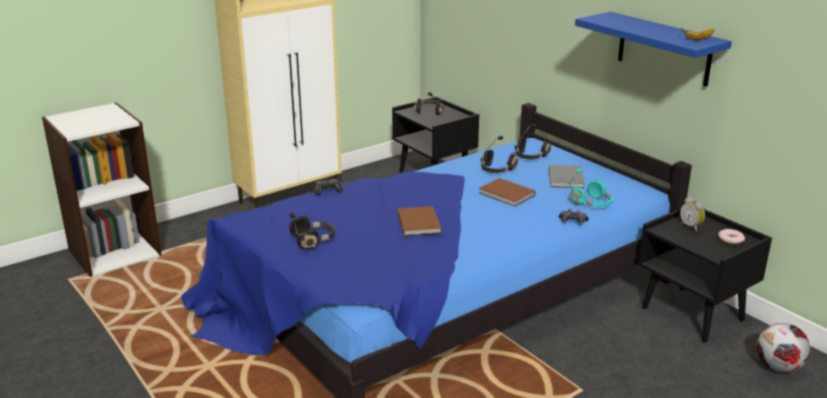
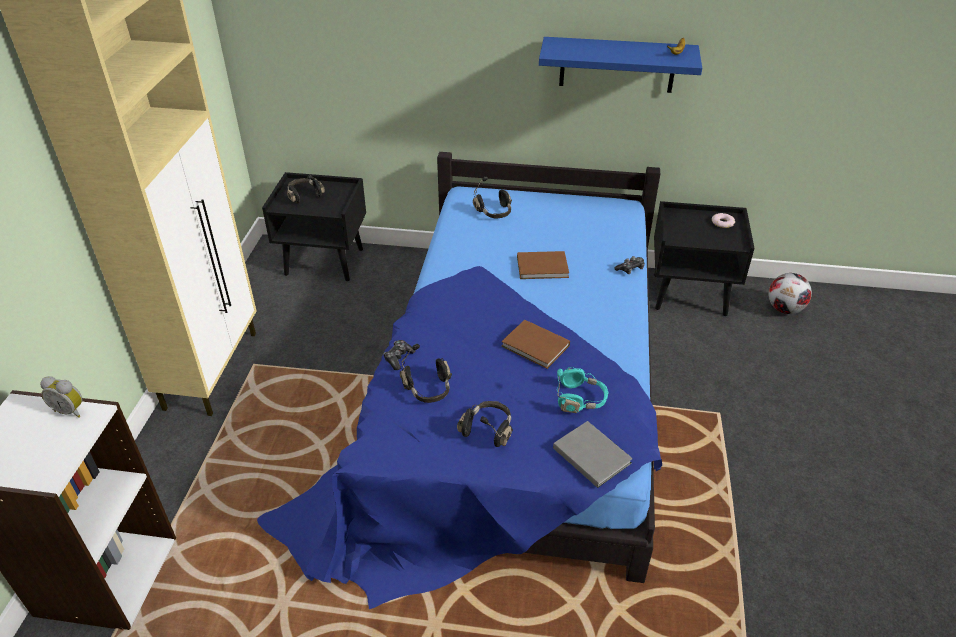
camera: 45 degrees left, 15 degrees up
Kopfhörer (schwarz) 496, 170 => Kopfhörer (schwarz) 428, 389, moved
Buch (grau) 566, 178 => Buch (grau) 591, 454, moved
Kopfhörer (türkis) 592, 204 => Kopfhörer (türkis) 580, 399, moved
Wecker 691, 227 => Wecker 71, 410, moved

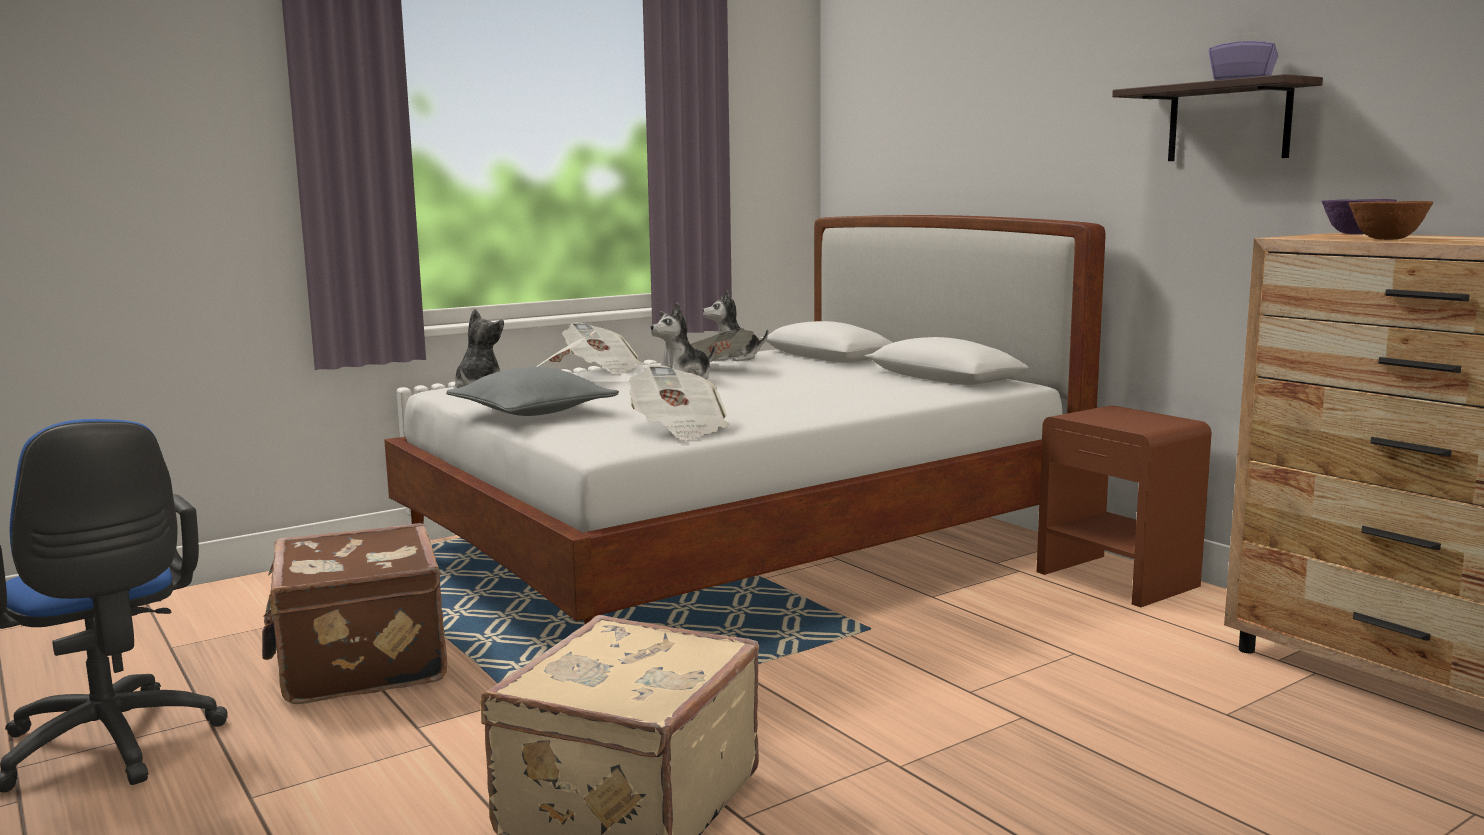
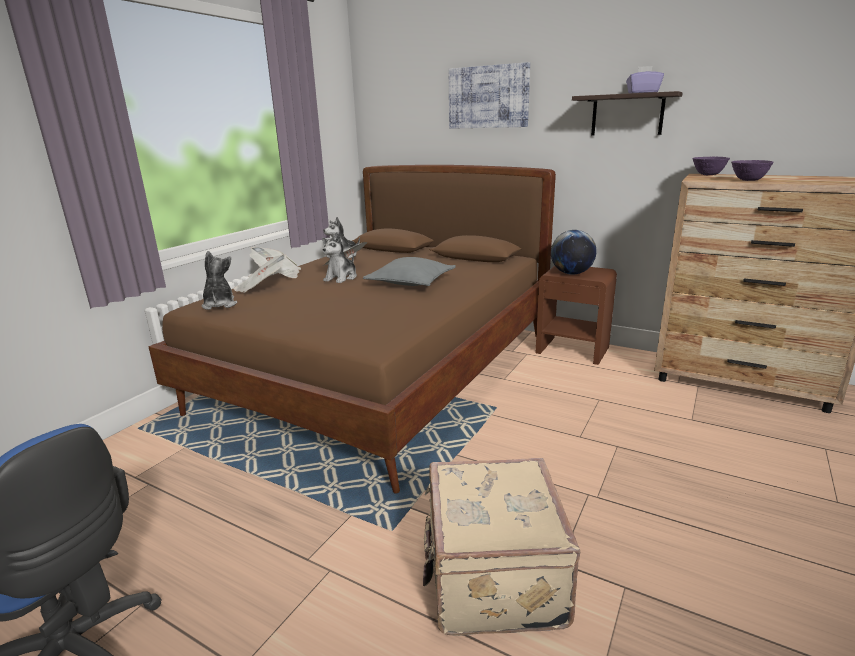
camera: 25 degrees left, 10 degrees up
Koffer (braun) 359, 664 => nothing
Zeitung 679, 430 => nothing
nothing => Bild 488, 97
nothing => Globus 571, 273
Kissen (grau) 533, 412 => Kissen (grau) 411, 282, moved
Bett (weiß) 741, 555 => Bett (braun) 384, 372
Schüssel (braun) 1385, 239 => Schüssel (lila) 748, 180

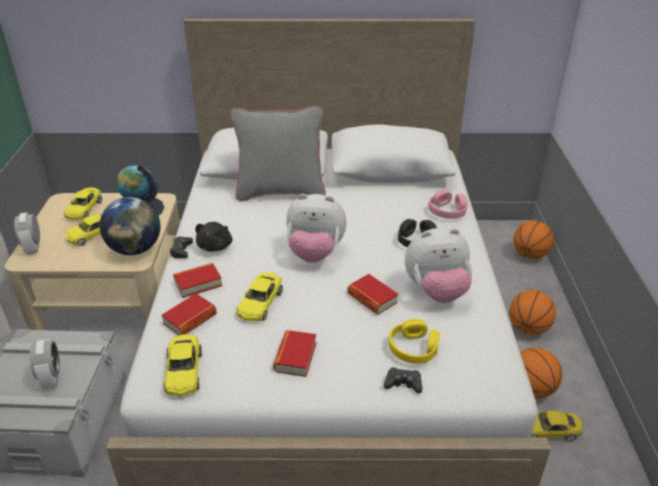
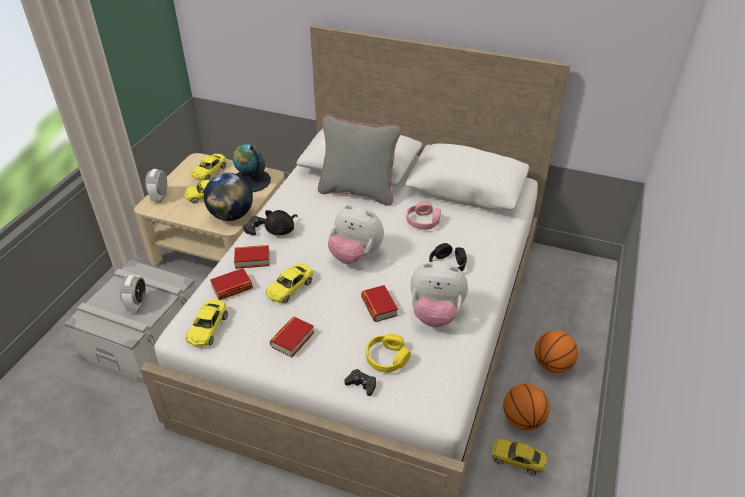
camera: 20 degrees right, 5 degrees up
Basketball 529, 255 => nothing
Kopfhörer (rosa) 447, 211 => Kopfhörer (rosa) 423, 221, moved

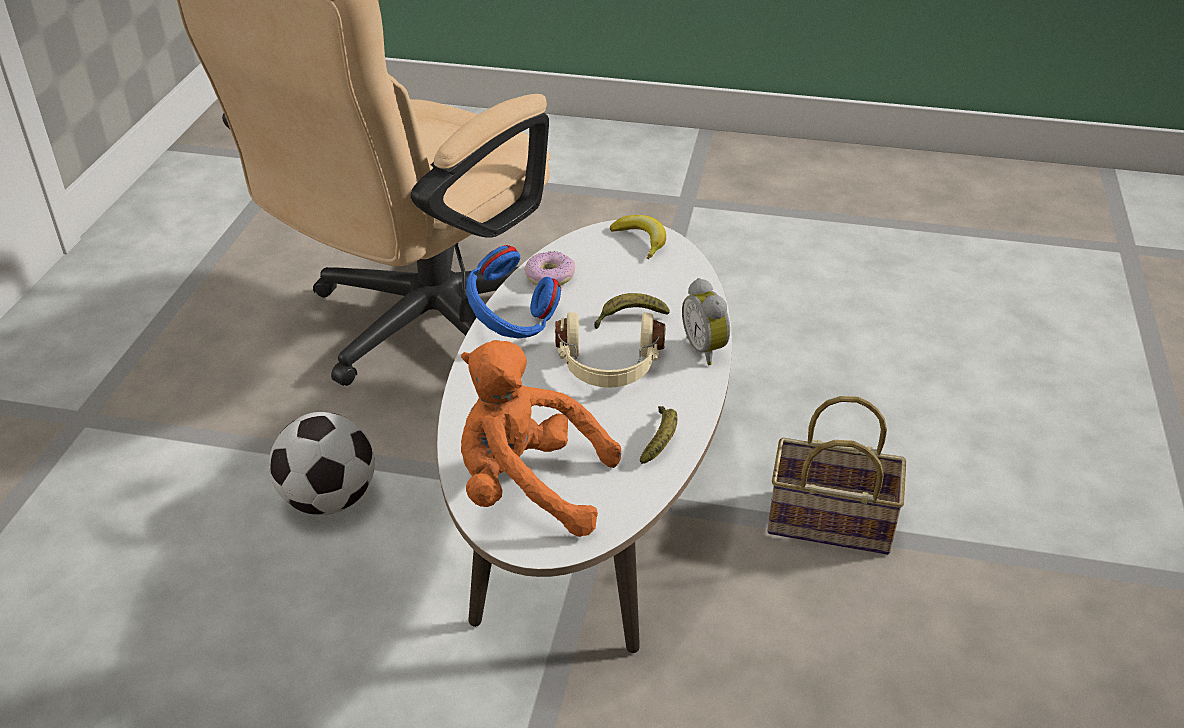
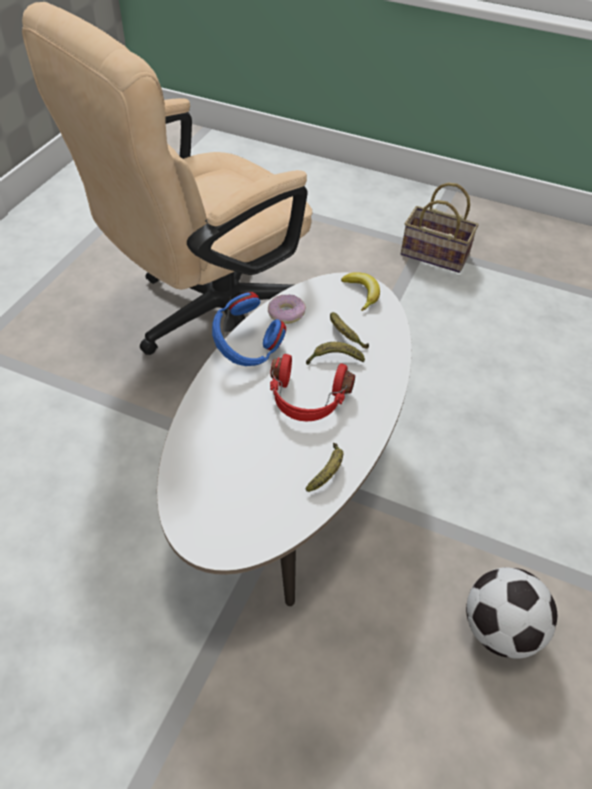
camera: 10 degrees right, 10 degrees up
Plüschtier (orange) 528, 487 => nothing
Wecker 706, 349 => nothing
nothing => Banane 345, 335
Fußball 330, 499 => Fußball 500, 629, moved
Korb 826, 523 => Korb 432, 255, moved
Kopfhörer (beige) 609, 367 => Kopfhörer (rot) 307, 400

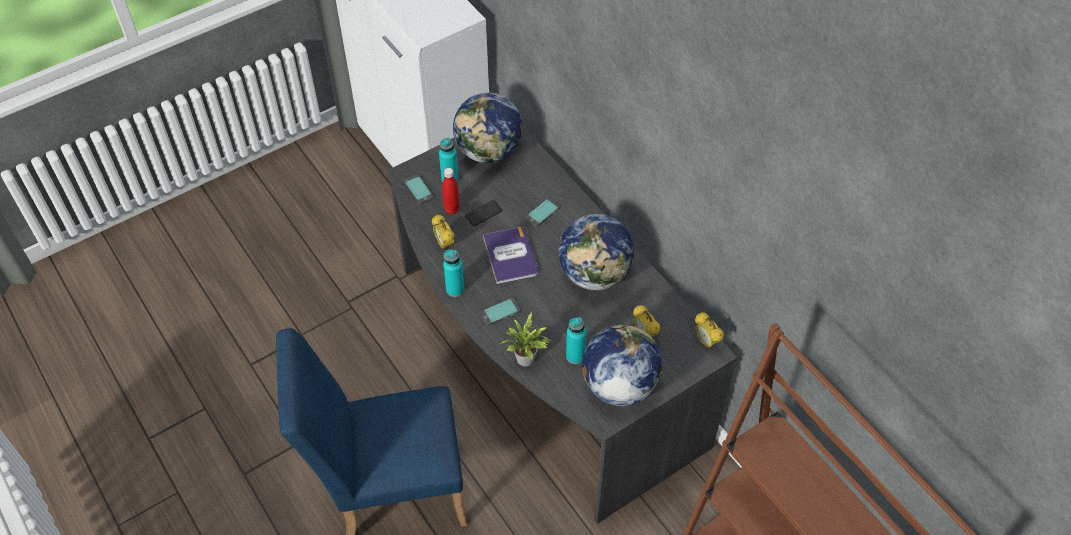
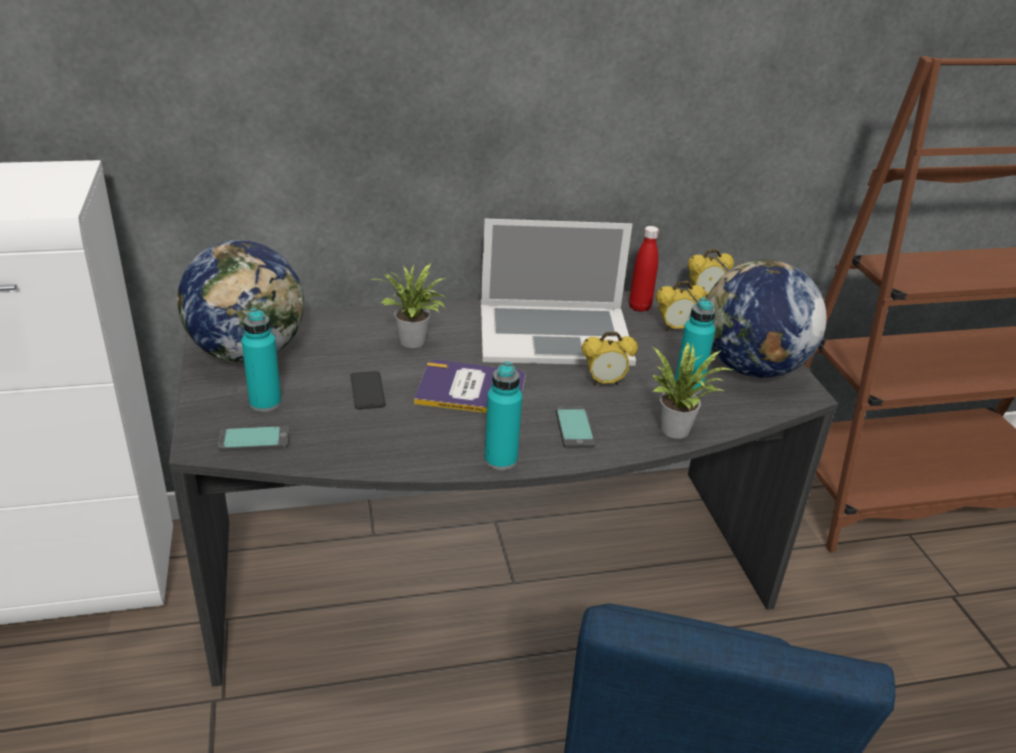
camera: 70 degrees left, 20 degrees down
Wecker 444, 244 => Wecker 605, 382, moved
Flasche (rot) 452, 209 => Flasche (rot) 639, 307, moved
Handy 542, 213 => Topfpflanze 413, 342
Globus 595, 274 => Laptop 554, 334

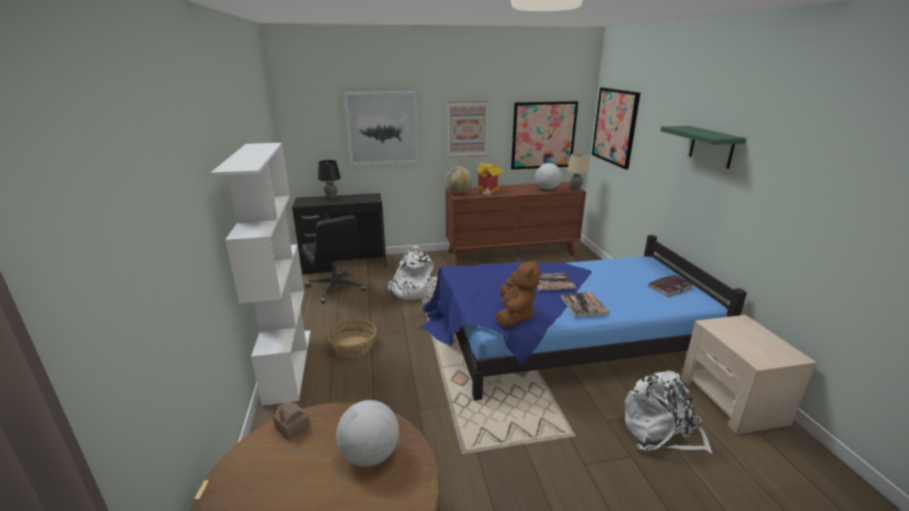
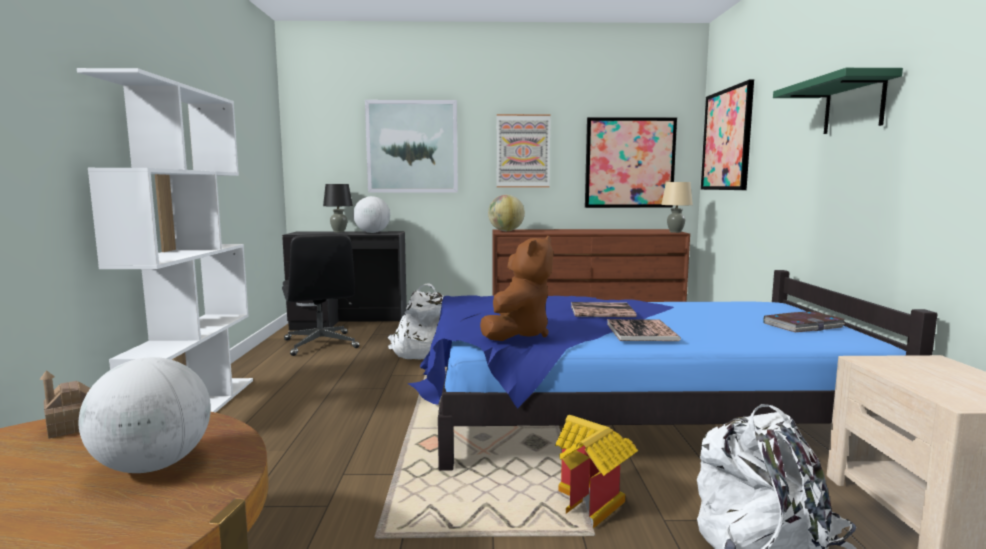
camera: 10 degrees right, 15 degrees down
Korb 353, 347 => nothing
Spielzeughaus 489, 190 => Spielzeughaus 594, 504, moved
Globus 547, 189 => Globus 372, 232, moved

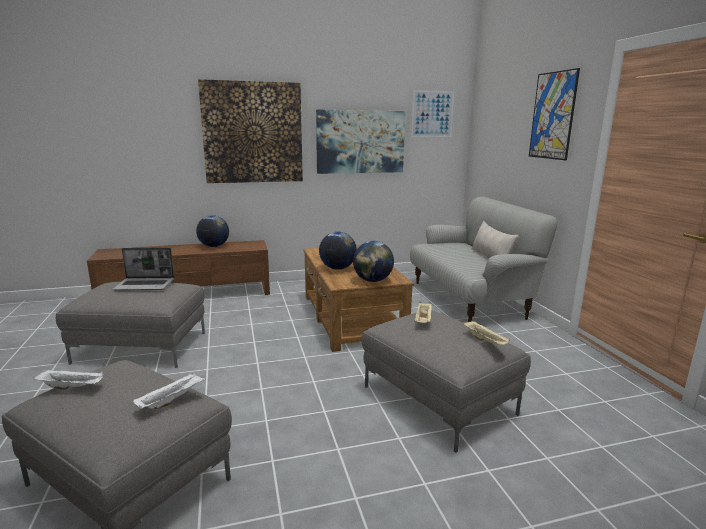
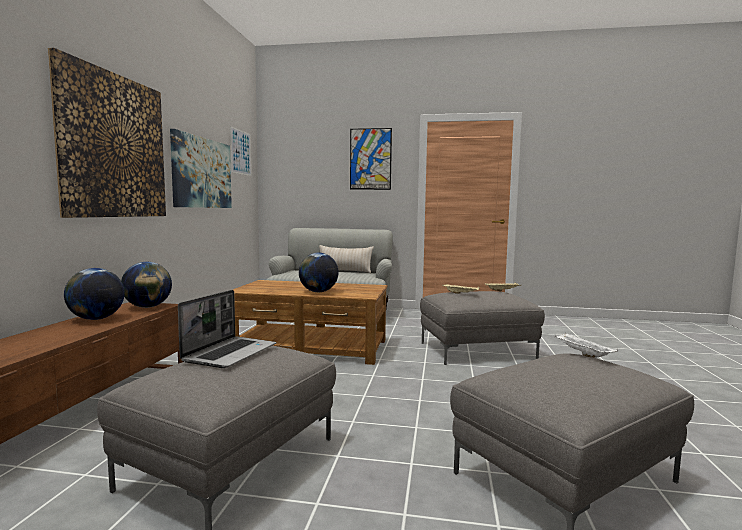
camera: 65 degrees left, 10 degrees down
Tablett (weiß) 72, 387 => nothing
Globus 373, 280 => Globus 148, 307, moved

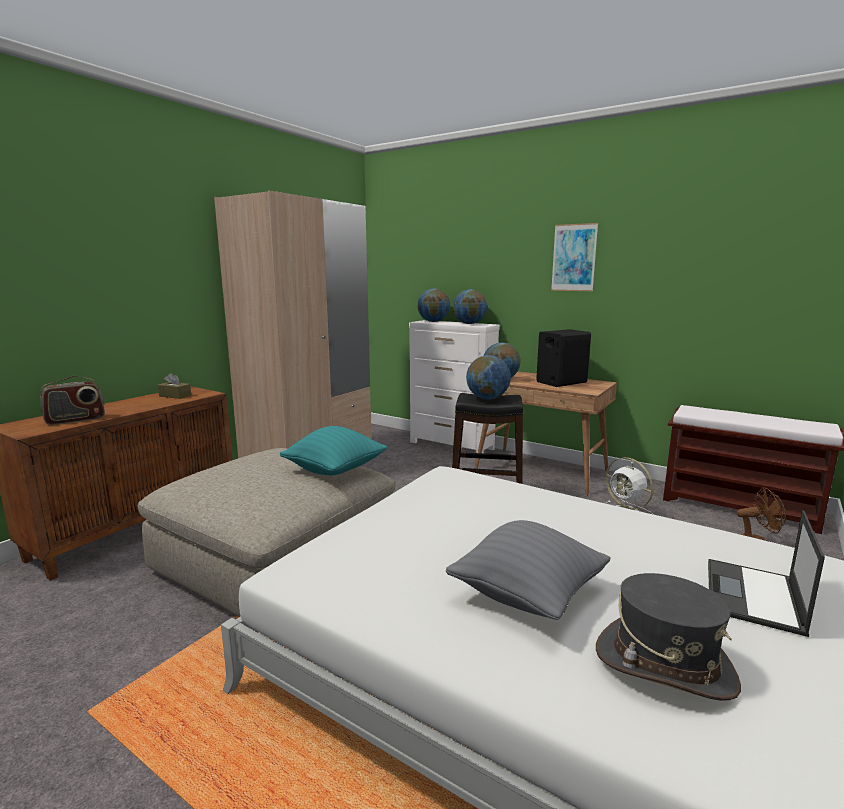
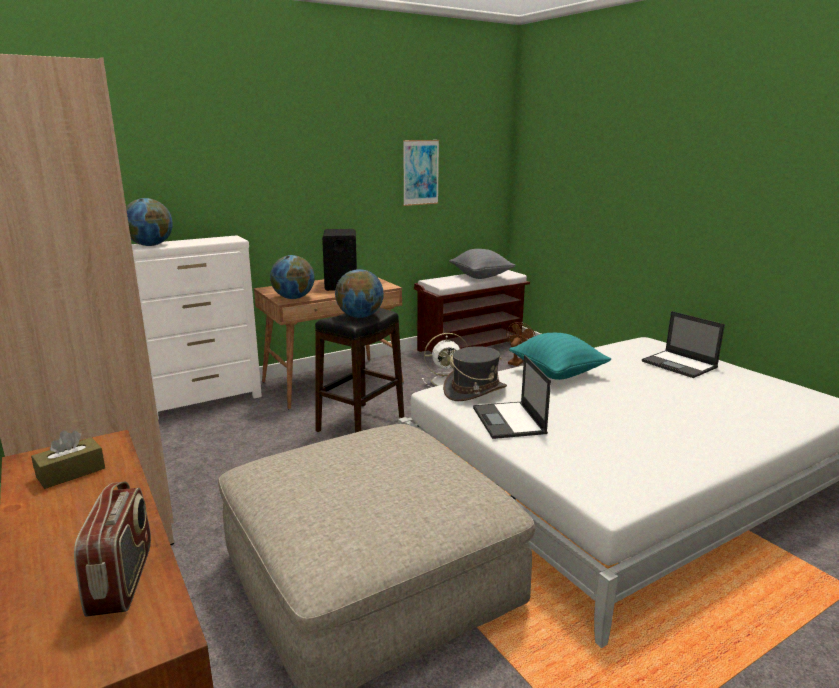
camera: 65 degrees left, 5 degrees up
Globus 469, 324 => nothing
nothing => Laptop 509, 421
Kissen (türkis) 335, 471 => Kissen (türkis) 557, 373, moved
Kissen (grau) 527, 595 => Kissen (grau) 481, 277, moved
Bild 574, 257 => Bild 420, 172, moved
Hut (grau) 664, 665 => Hut (grau) 475, 391, moved

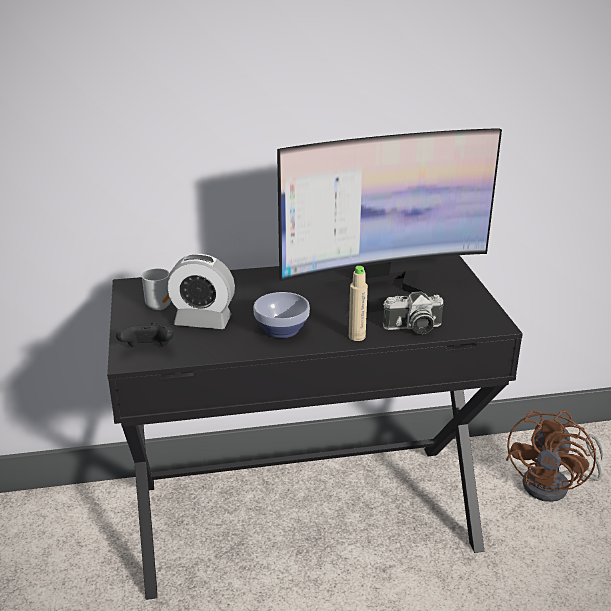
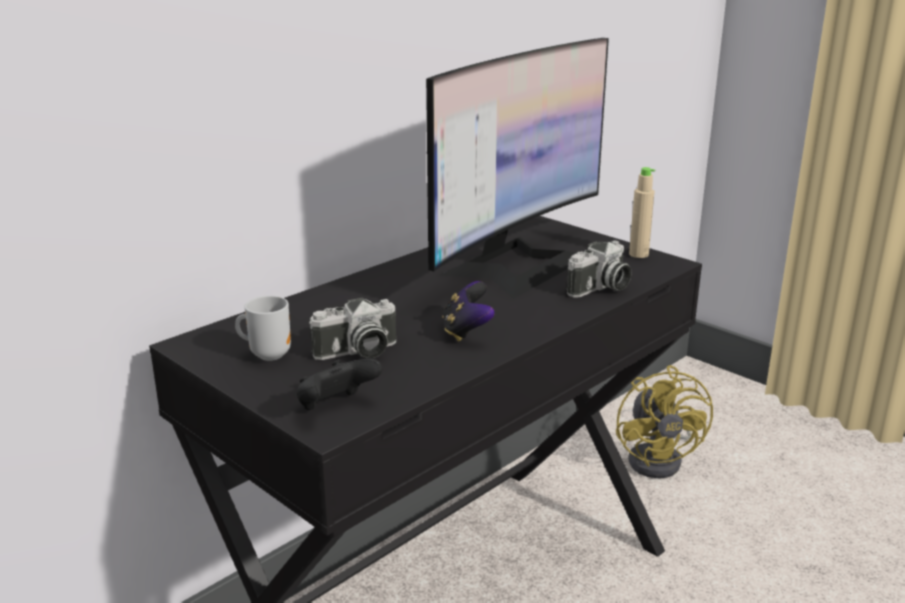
camera: 35 degrees left, 5 degrees down
Flasche (beige) 357, 336 => Flasche (beige) 638, 254, moved
Wecker 203, 321 => Kamera 357, 353
Schüssel 281, 329 => Gamepad 466, 331
Ventilator (braun) 555, 485 => Ventilator (gelb) 660, 459

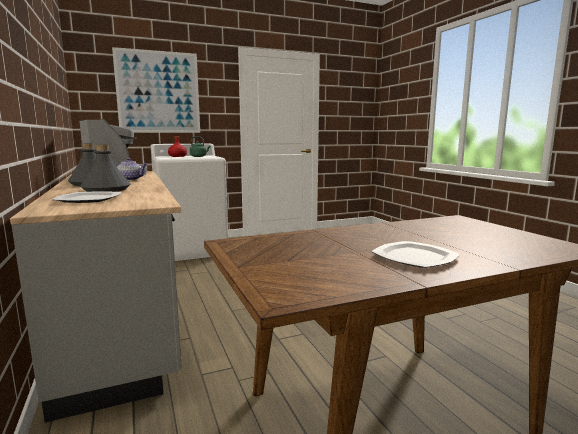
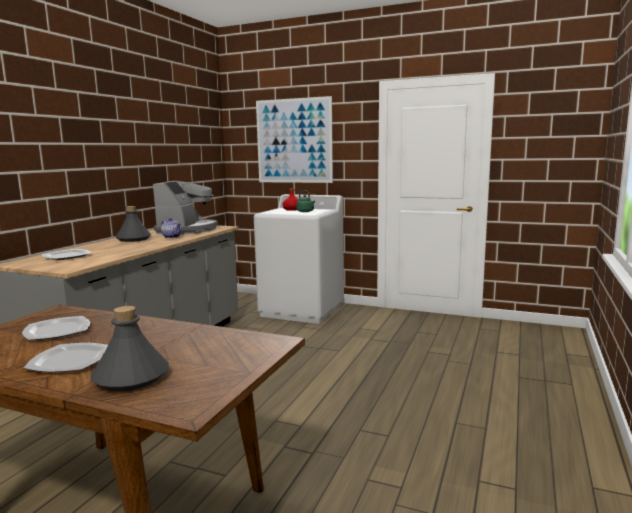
camera: 45 degrees right, 0 degrees up
nothing => Teller 58, 330
Flasche (grau) 106, 190 => Flasche (grau) 131, 377, moved

